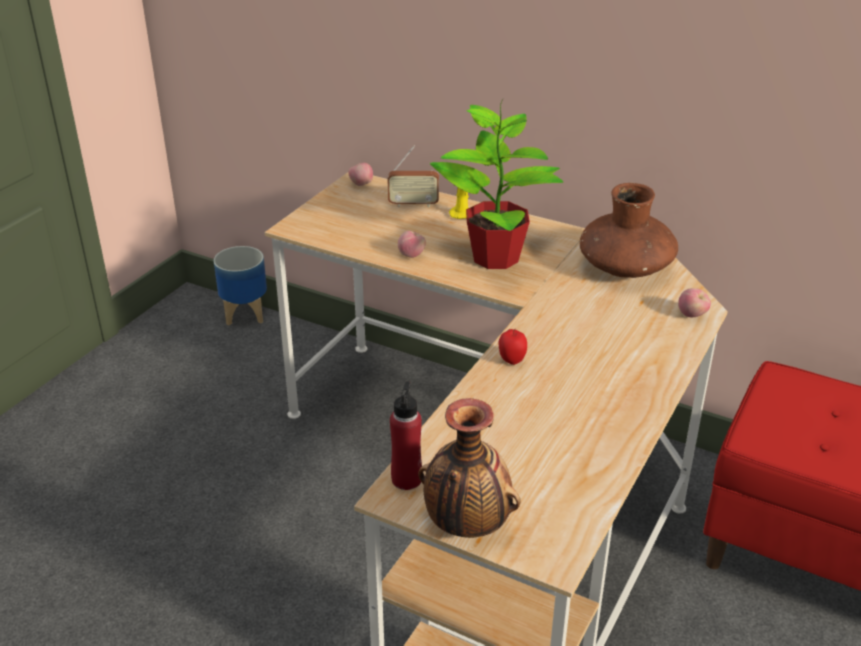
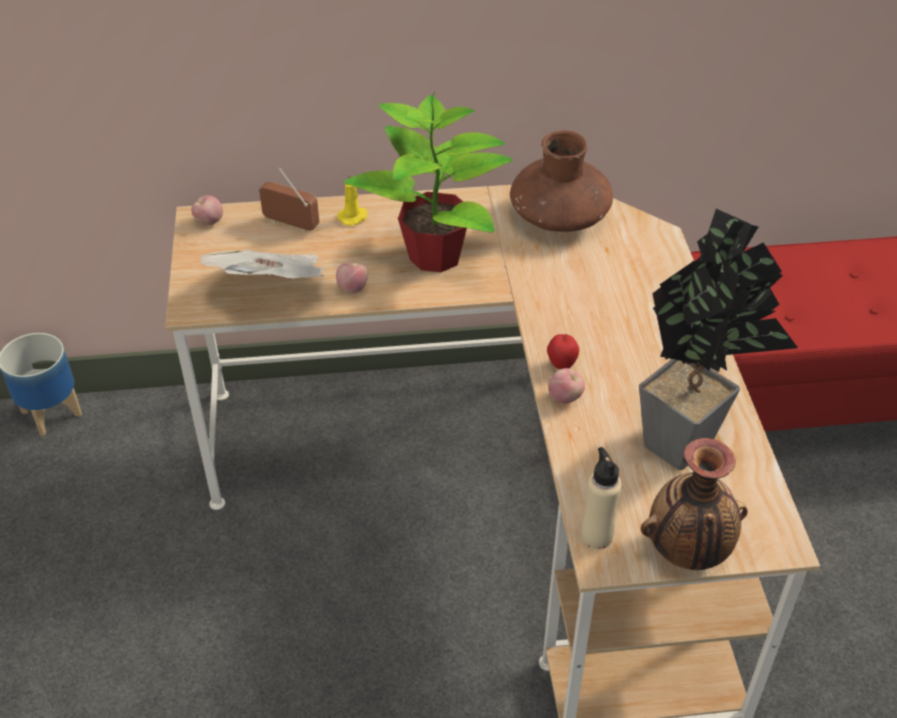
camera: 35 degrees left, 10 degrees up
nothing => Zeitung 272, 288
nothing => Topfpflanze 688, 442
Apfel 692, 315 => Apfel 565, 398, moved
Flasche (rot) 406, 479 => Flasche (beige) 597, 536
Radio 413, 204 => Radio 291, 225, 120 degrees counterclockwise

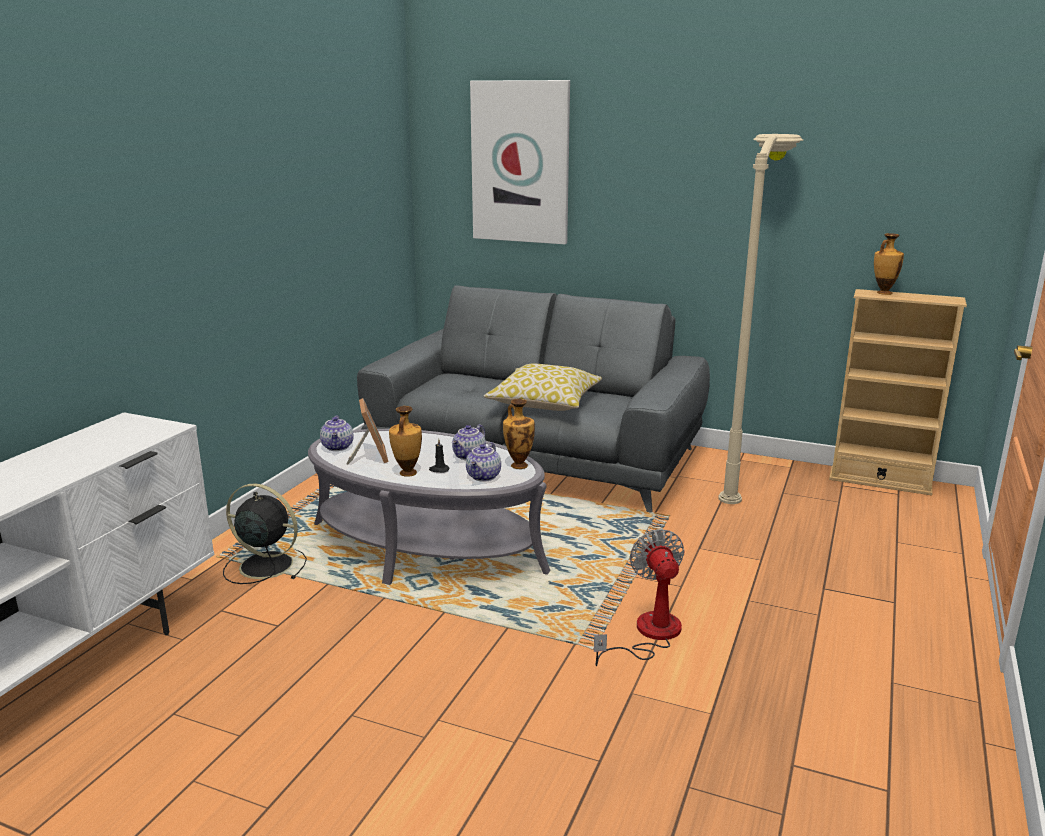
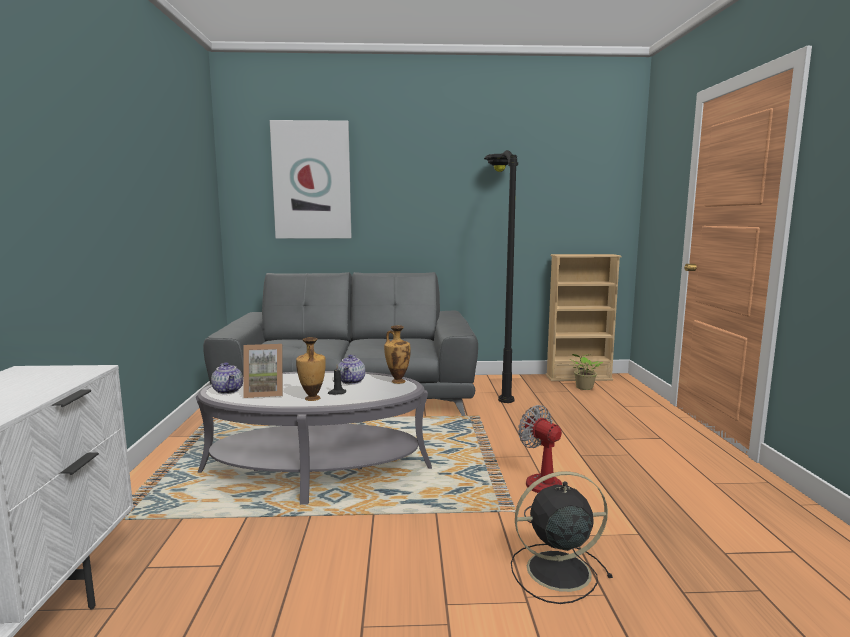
camera: 25 degrees left, 10 degrees down
Teekanne 484, 477 => nothing
Kissen 544, 403 => nothing
Vase 883, 293 => nothing
nothing => Topfpflanze 583, 388
Ventilator (schwarz) 264, 565 => Ventilator (schwarz) 555, 571, moved
Stehlampe (beige) 742, 472 => Stehlampe (schwarz) 497, 385
Bilderrahmen 369, 456 => Bilderrahmen 265, 393, 120 degrees clockwise

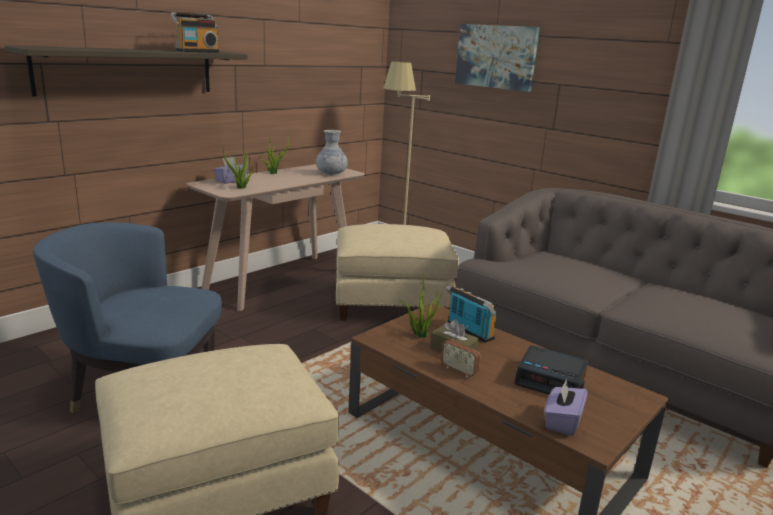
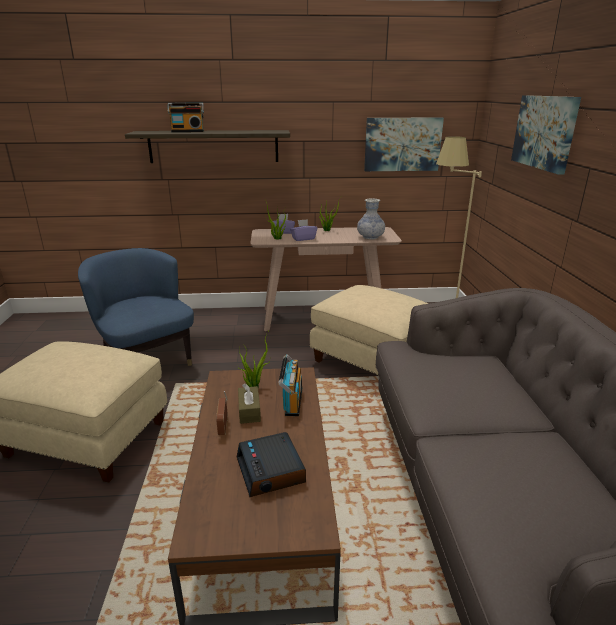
camera: 45 degrees right, 5 degrees up
nothing => Bild 402, 144
Radio 197, 51 => Radio 188, 131, moved
Taschentuchbox (lila) 562, 421 => Taschentuchbox (lila) 303, 238, moved

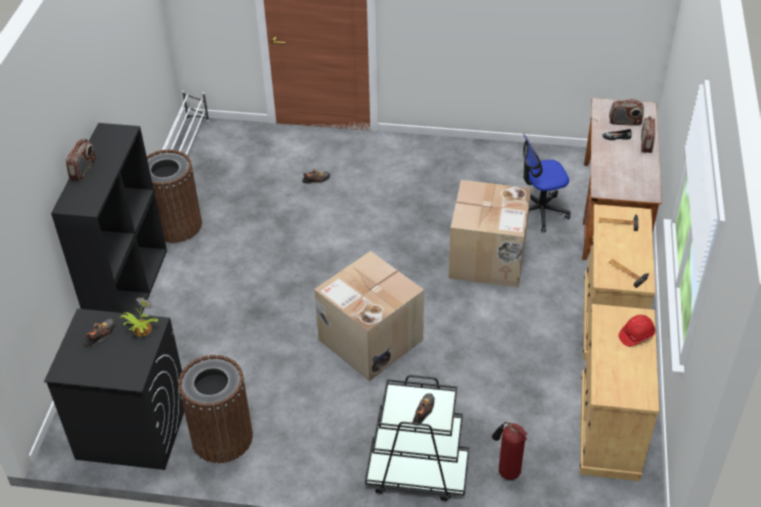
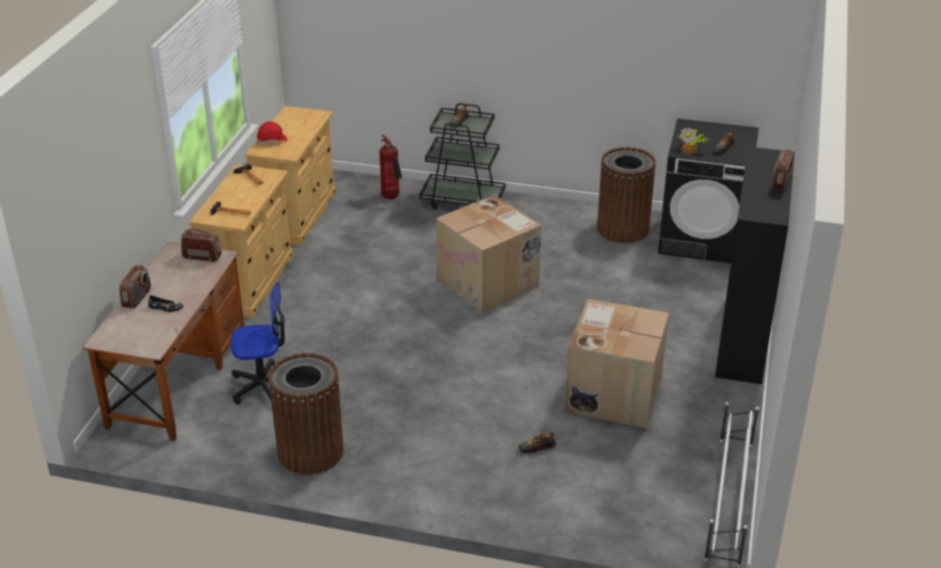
camera: 175 degrees left, 10 degrees down
Mülleimer (braun) 176, 225 => Mülleimer (braun) 310, 452, moved
Karton 488, 259 => Karton 613, 393, moved
Radio 625, 122 => Radio 202, 257, moved

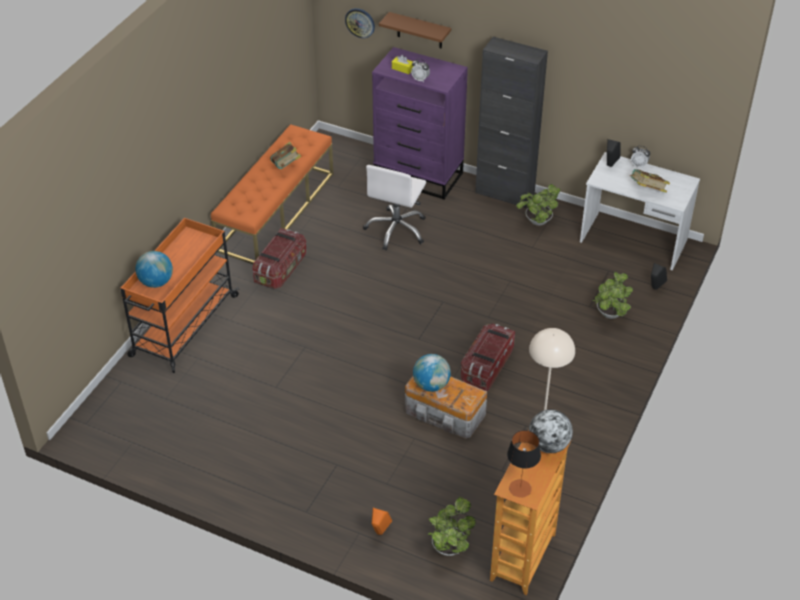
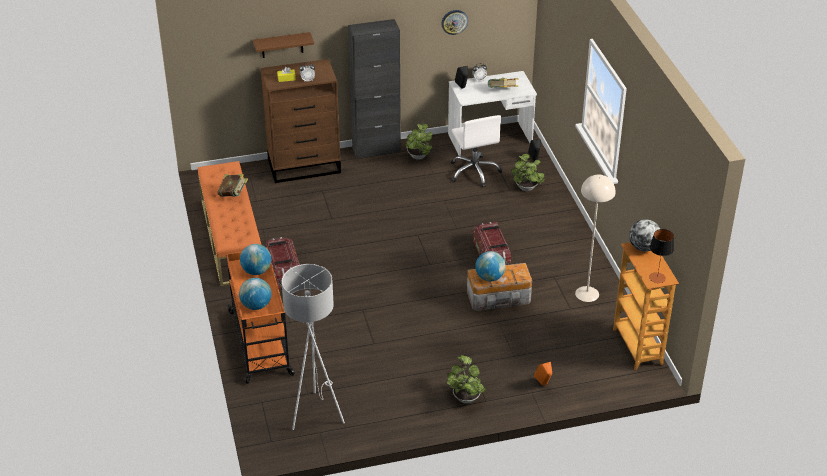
camera: 40 degrees left, 5 degrees down
nothing => Globus 256, 271
nothing => Stehlampe (weiß) 316, 411
Wanduhr 360, 22 => Wanduhr 454, 21, moved
Bürostuhl (weiß) 396, 230 => Bürostuhl (weiß) 474, 172, moved
Topfpflanze 449, 546 => Topfpflanze 465, 397, moved
Kommode (lila) 419, 176 => Kommode (braun) 305, 166

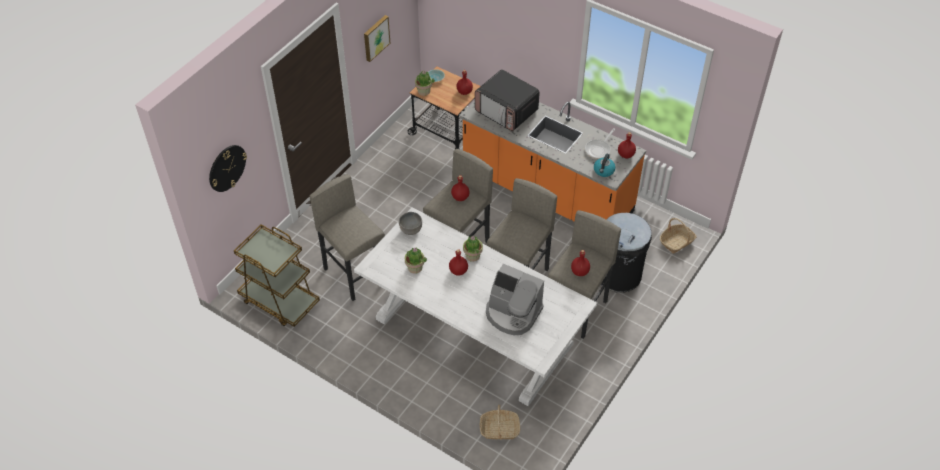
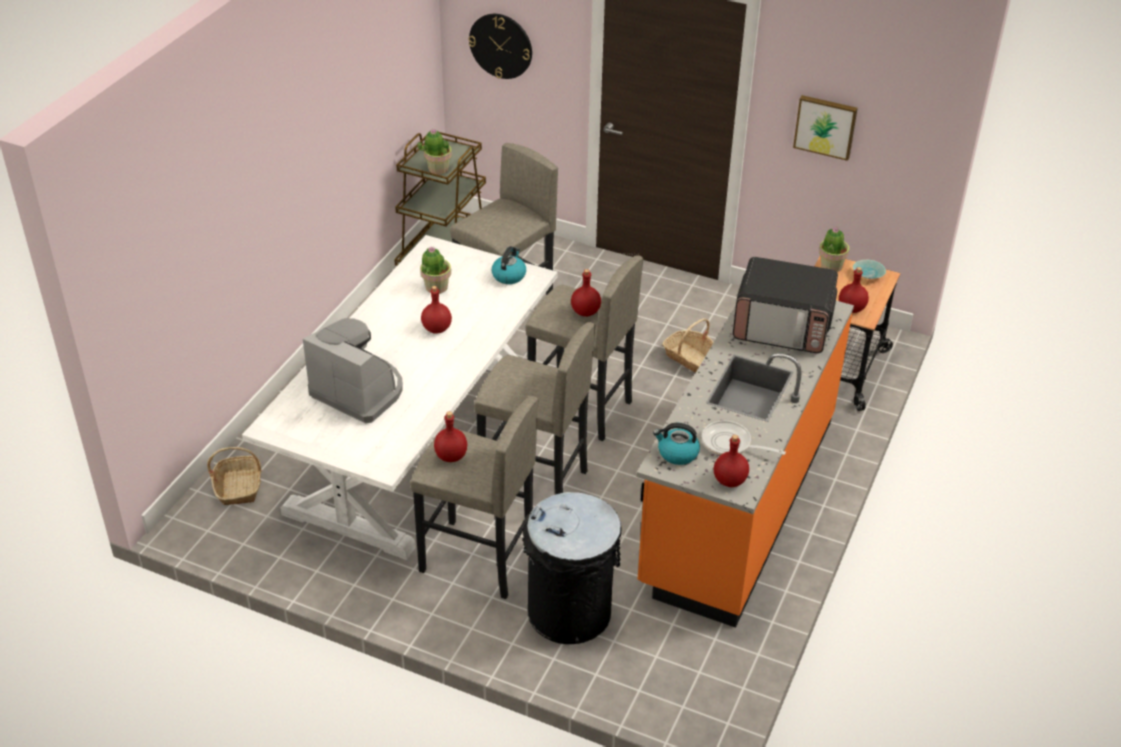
camera: 80 degrees right, 10 degrees down
Topfpflanze 472, 256 => Topfpflanze 438, 169, moved
Korb 676, 242 => Korb 690, 358, moved
Schüssel (grau) 411, 230 => Wasserkessel 509, 275
Mikrowelle 506, 111 => Mikrowelle 783, 327, 105 degrees counterclockwise
Kaffeemaschine 512, 313 => Kaffeemaschine 359, 391, 105 degrees clockwise

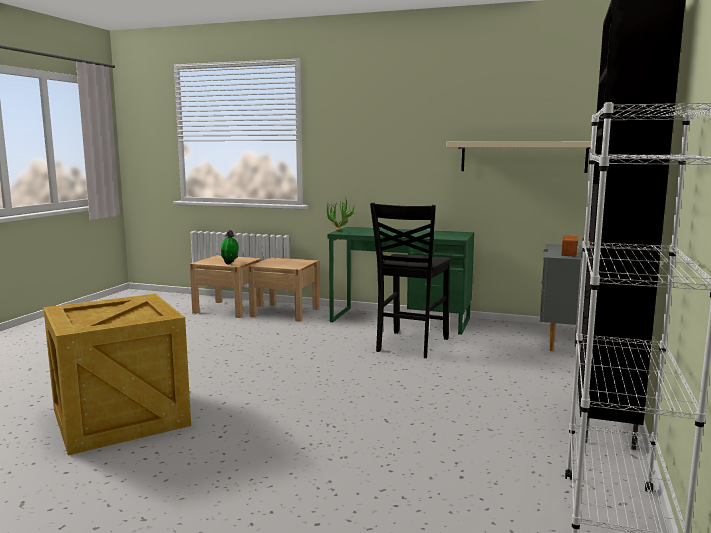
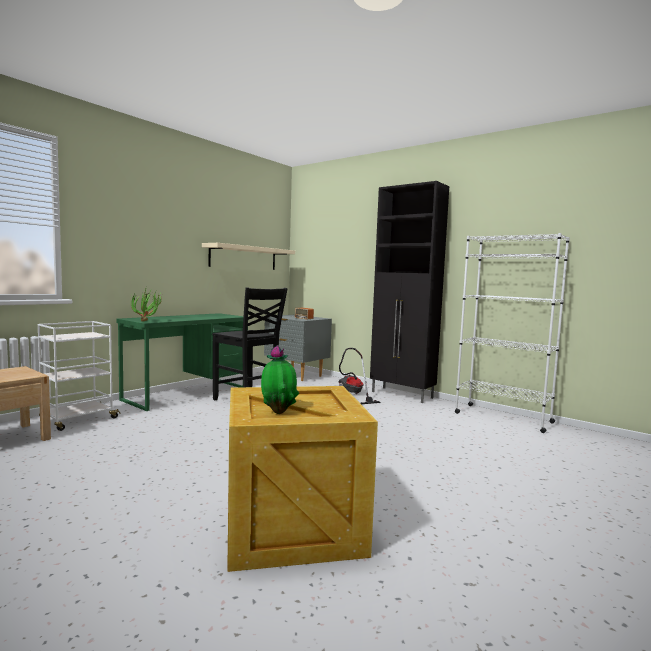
camera: 70 degrees left, 5 degrees down
nothing => Staubsauger 353, 394
Topfpflanze 230, 264 => Topfpflanze 278, 412, moved
Nachttisch (beige) 285, 312 => Rollwagen (weiß) 78, 420

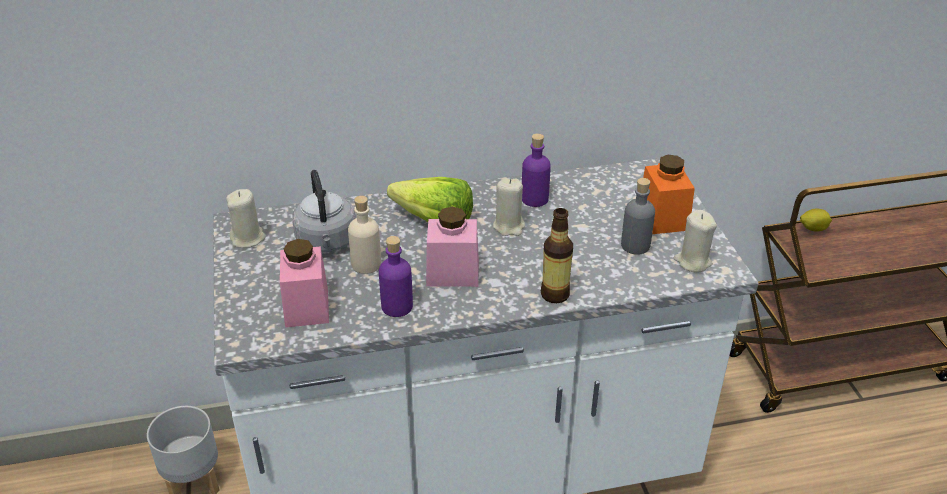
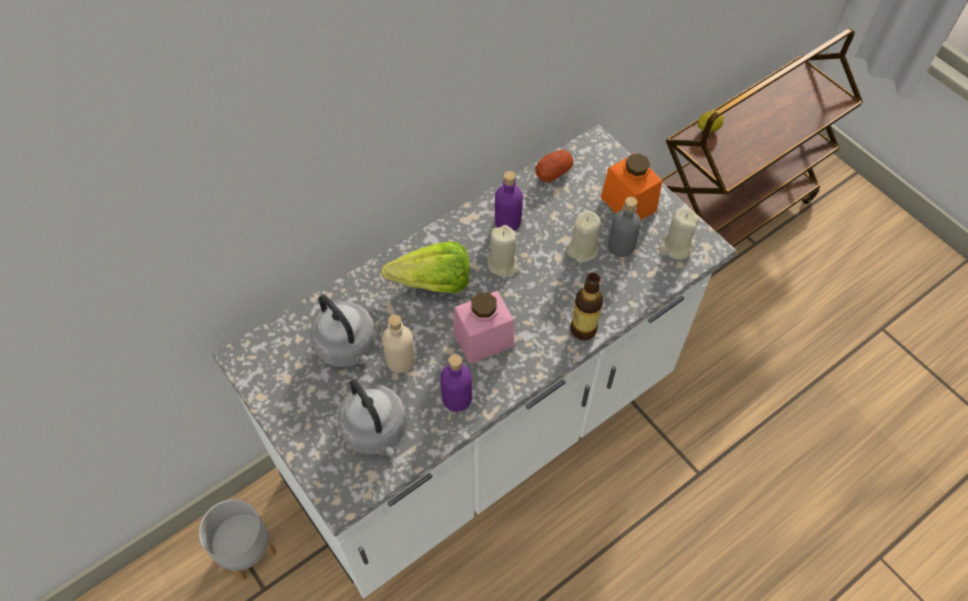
camera: 25 degrees left, 20 degrees up
nothing => Kartoffel 553, 172
Kerze (beige) 248, 238 => Kerze (beige) 582, 249, moved
Vorratsglas (rosa) 307, 307 => Wasserkessel (grau) 376, 432

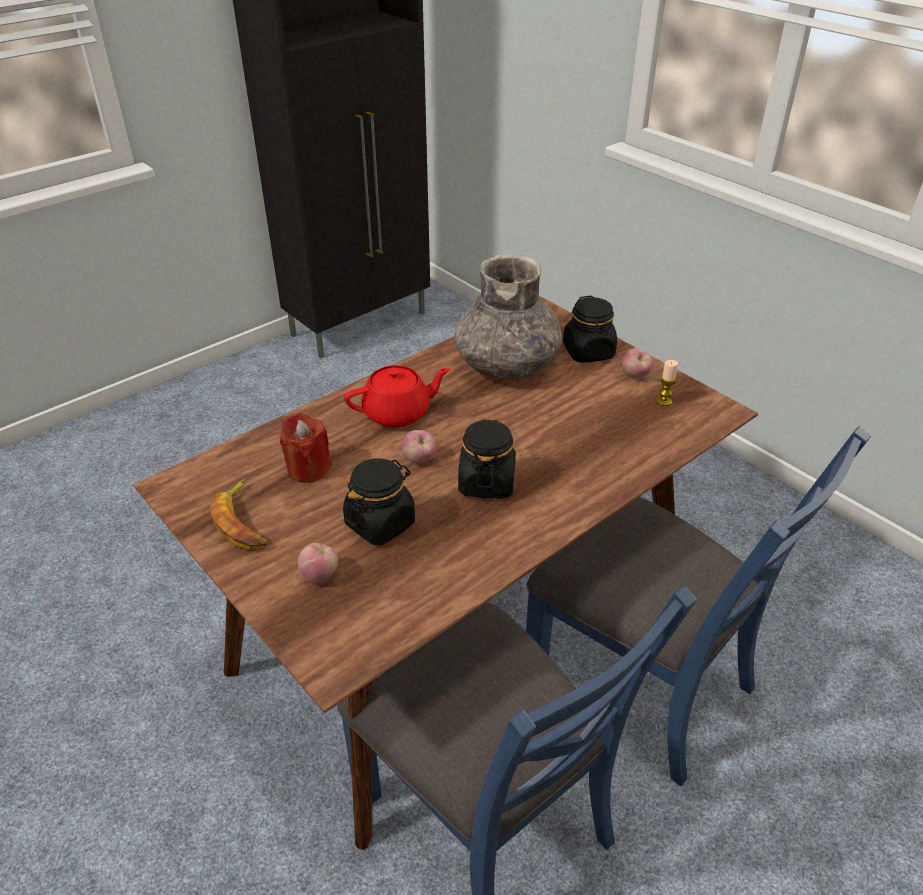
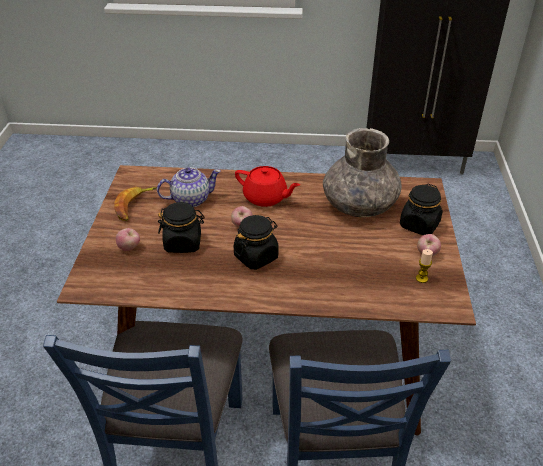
camera: 45 degrees right, 0 degrees up
Kerze (rot) 308, 468 => Teekanne 190, 199

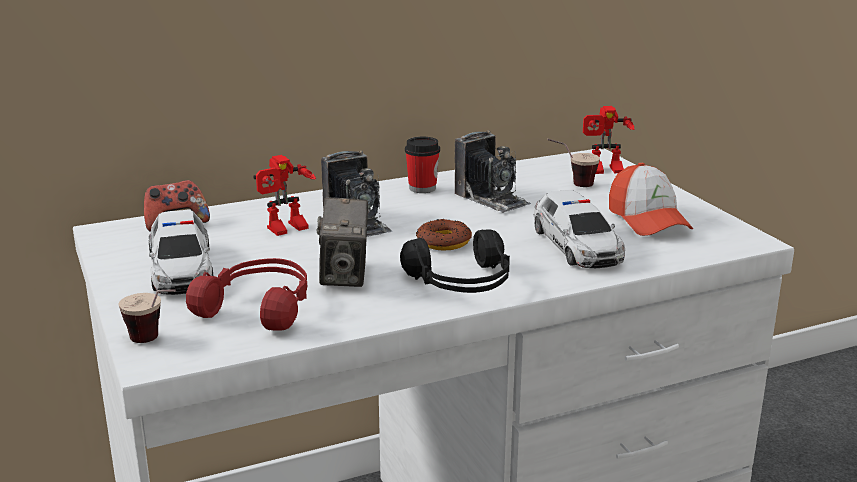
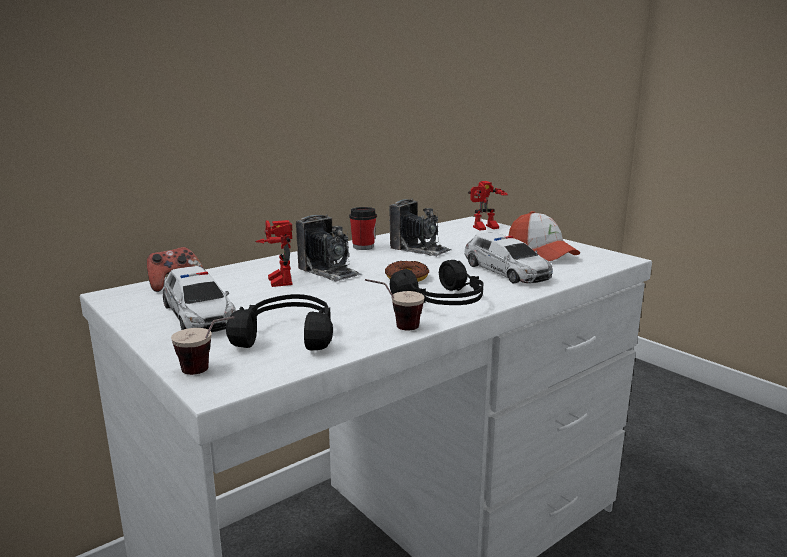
camera: 15 degrees left, 5 degrees down
Kamera 345, 275 => nothing
Tasse 571, 184 => Tasse 394, 328, moved
Kopfhörer (rot) 259, 307 => Kopfhörer (schwarz) 288, 335
Spielzeugroboter 287, 230 => Spielzeugroboter 275, 281, 120 degrees clockwise

